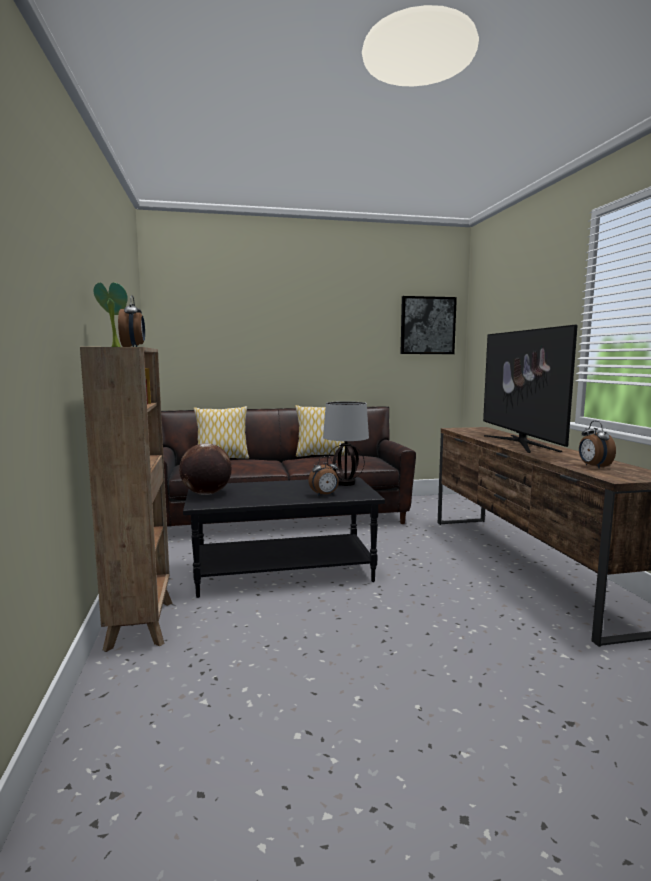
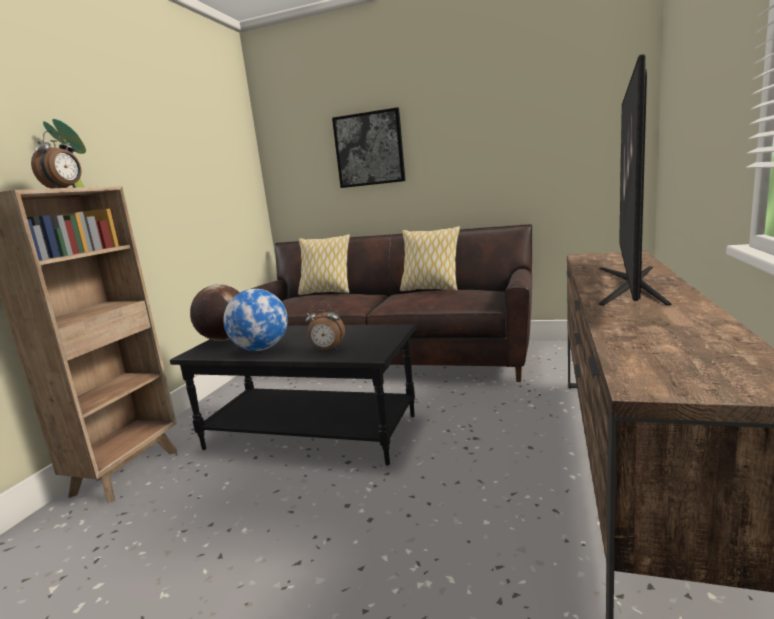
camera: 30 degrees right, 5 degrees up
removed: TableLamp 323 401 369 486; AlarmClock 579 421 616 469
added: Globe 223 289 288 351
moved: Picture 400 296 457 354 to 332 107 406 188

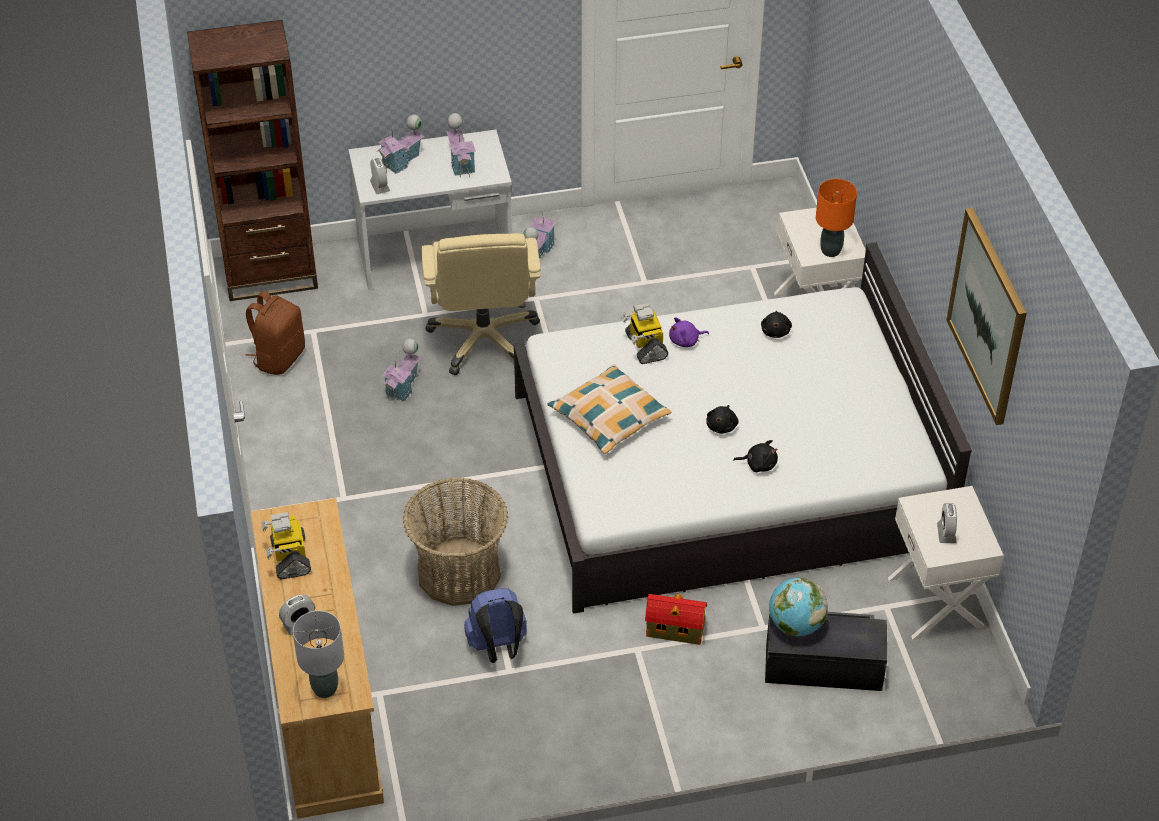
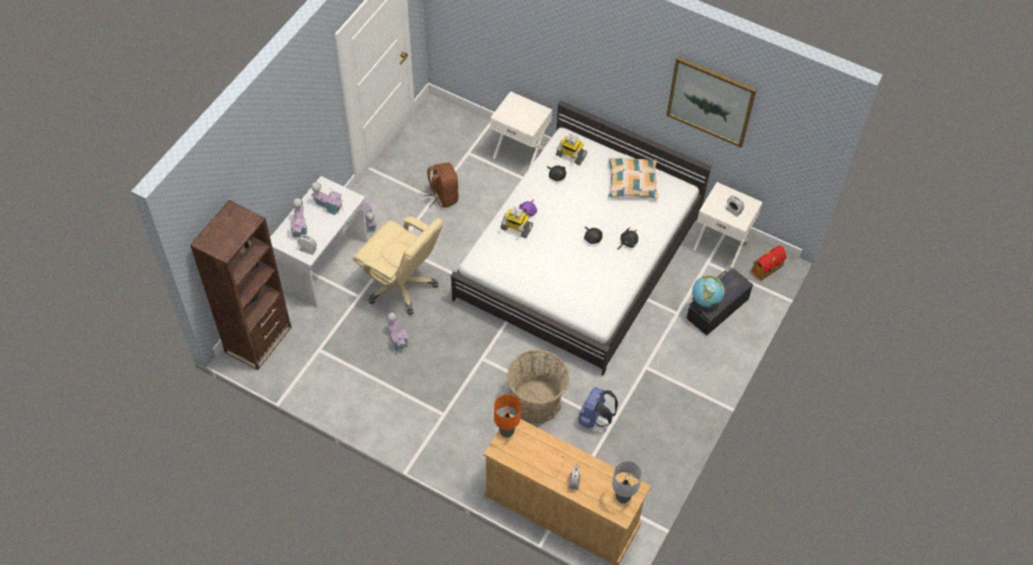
camera: 50 degrees left, 10 degrees up
moved: OrangeTableLamp 816 179 857 257 to 494 394 521 438; BrownBackpack 245 291 305 375 to 424 162 459 207; Pillow 547 364 671 454 to 608 158 658 199; ToyRobot 261 512 311 579 to 556 134 587 165; ToyHouse 645 594 707 645 to 751 246 786 281

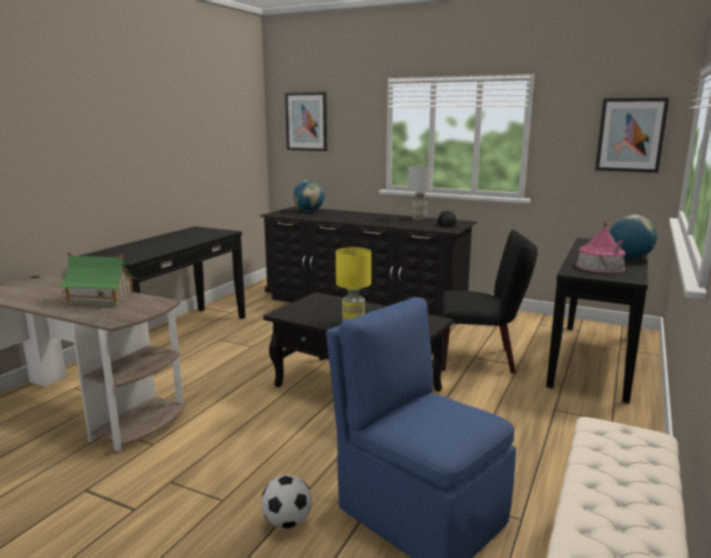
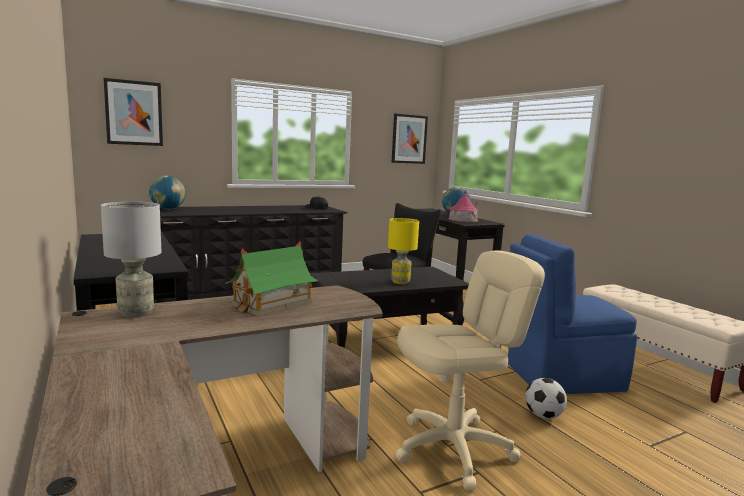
camera: 55 degrees left, 5 degrees down
added: BeigeOfficeChair 395 250 545 490
moved: GreyTableLamp 408 167 433 220 to 101 202 161 317

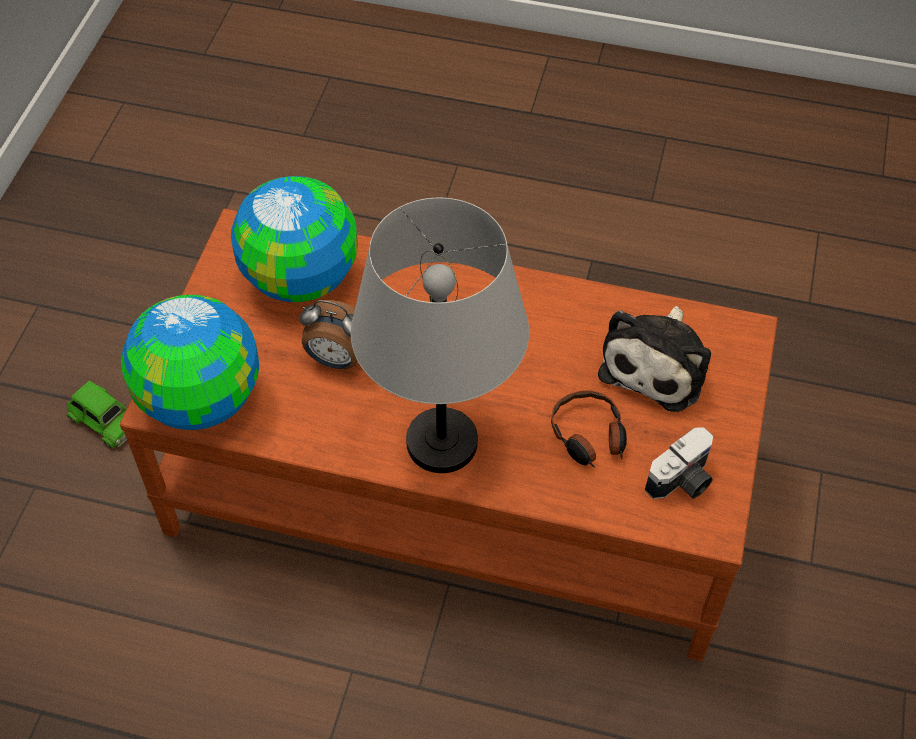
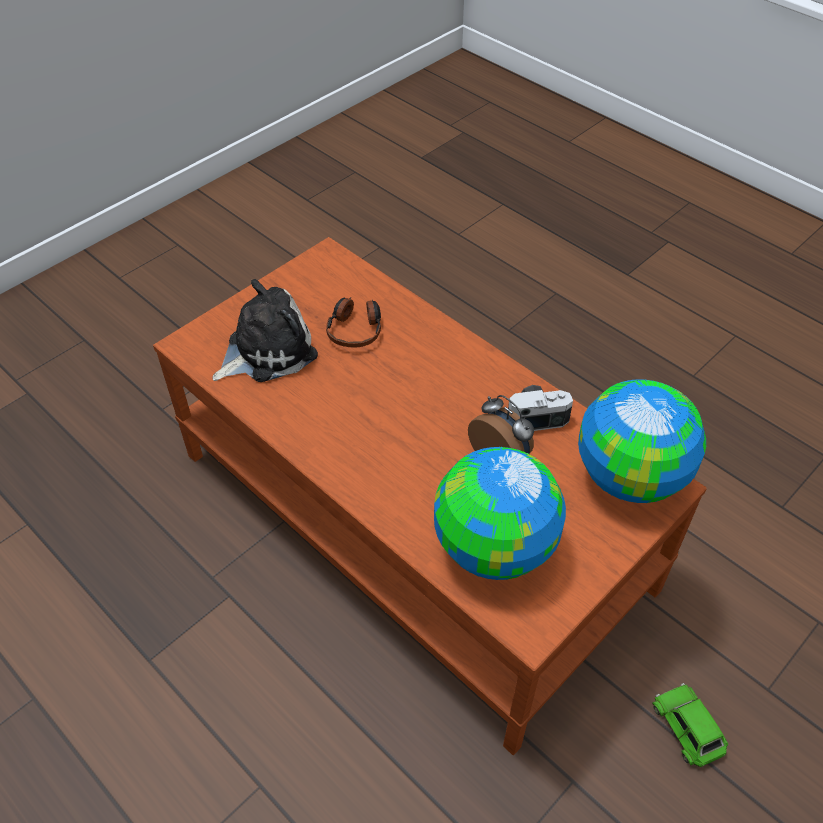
camera: 150 degrees left, 5 degrees down
removed: GreyTableLamp 351 198 529 473
moved: PhotoCamera 644 427 713 499 to 508 385 573 431

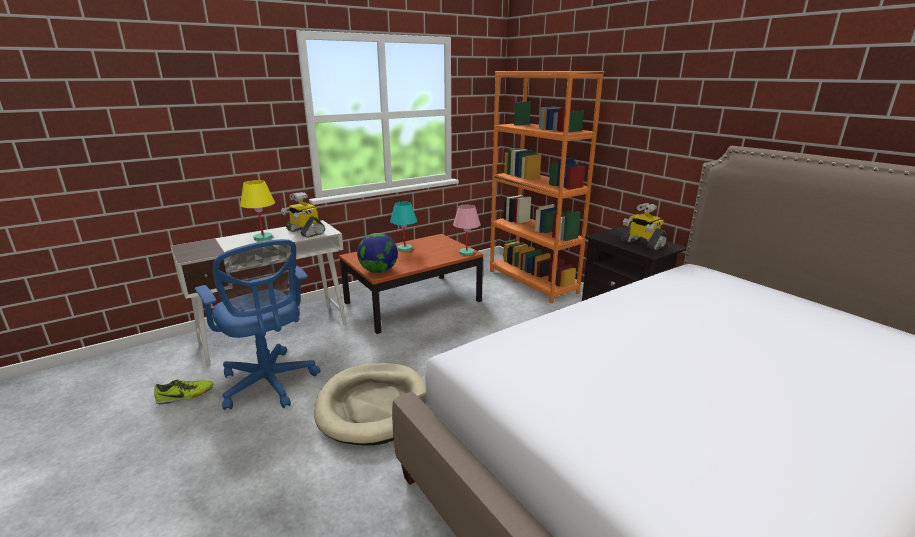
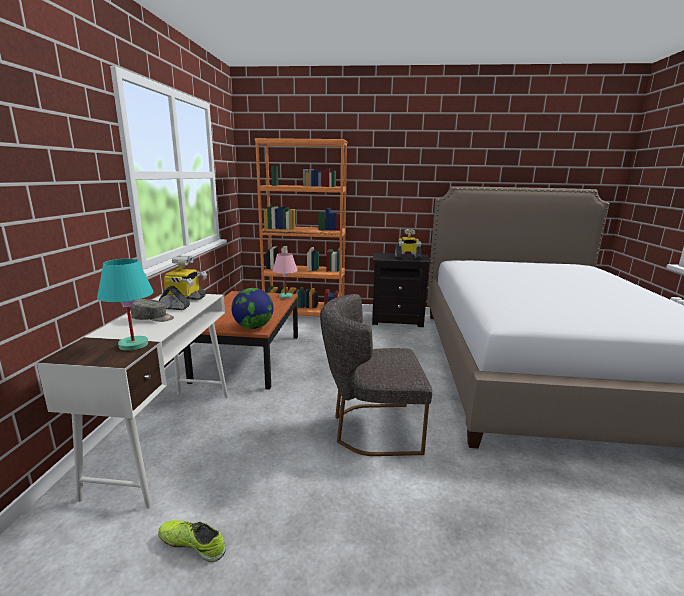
camera: 50 degrees left, 5 degrees down
removed: BlueOfficeChair 195 239 321 410
moved: TurquoiseTableLamp 390 202 417 252 to 97 259 153 351
replaced: YellowTableLamp 240 180 275 241 to GreyCap 131 299 174 322; BeigeDogBed 314 363 425 445 to GreyChair 320 294 432 456
turned: ToyRobot 281 192 325 238 = 159 256 207 310 75 degrees counterclockwise; Shoe 154 379 213 404 = 158 520 226 562 90 degrees counterclockwise

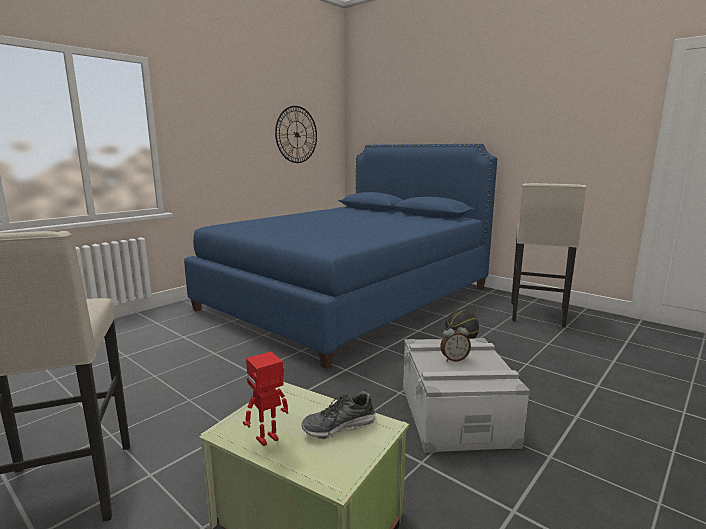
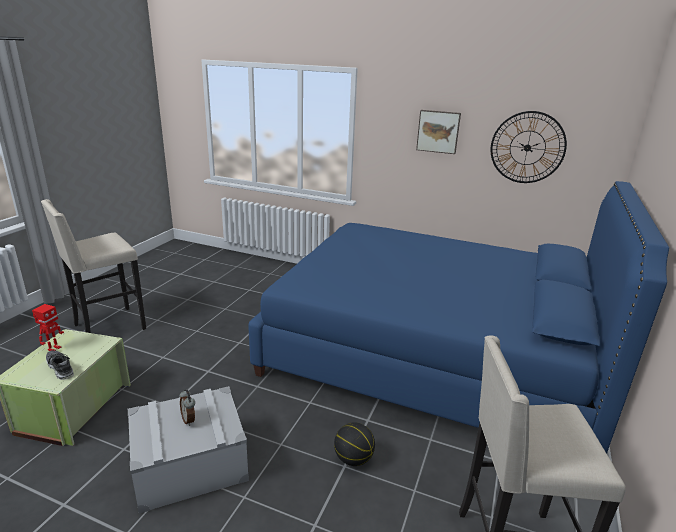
camera: 70 degrees right, 10 degrees up
added: Picture 416 110 461 154
turned: ToyRobot 243 352 288 446 = 32 304 64 351 75 degrees clockwise

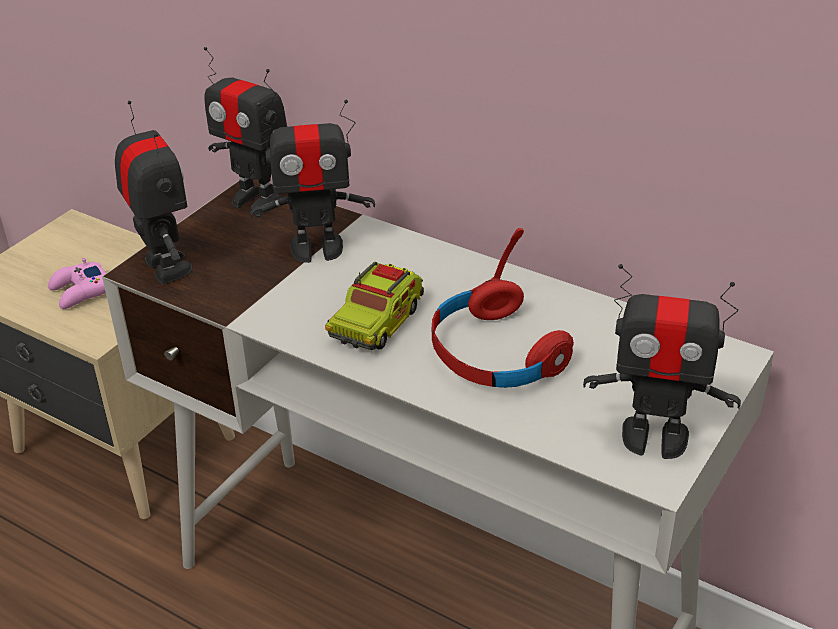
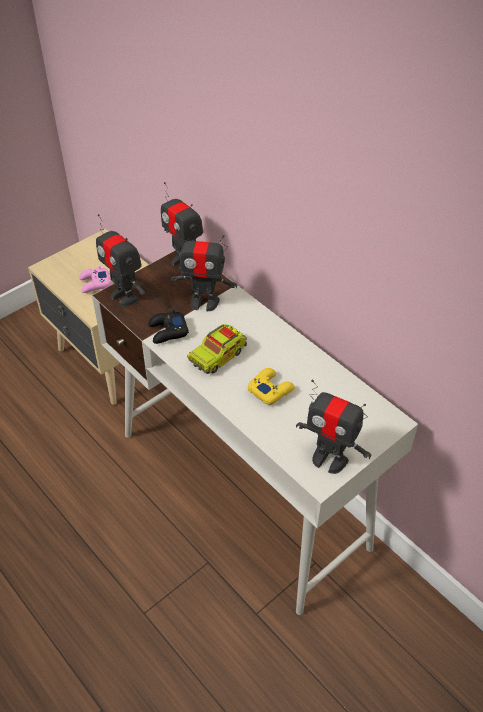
camera: 15 degrees right, 10 degrees up
added: BlackGameController 149 310 189 344
replaced: RedHeadphones 432 228 574 388 to YellowGameController 248 368 295 405
turned: ToyRobot 115 100 192 284 = 96 214 145 307 150 degrees clockwise

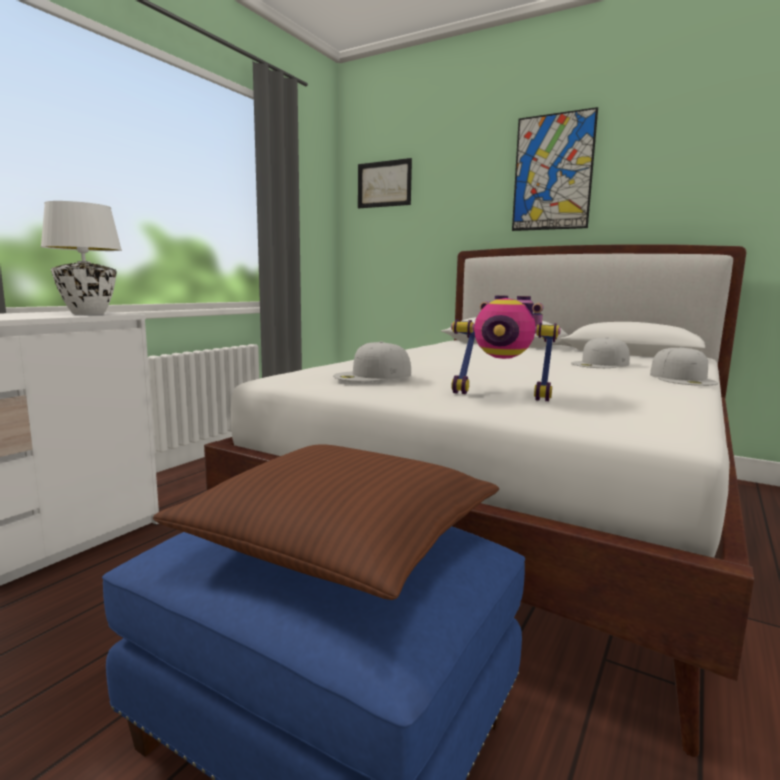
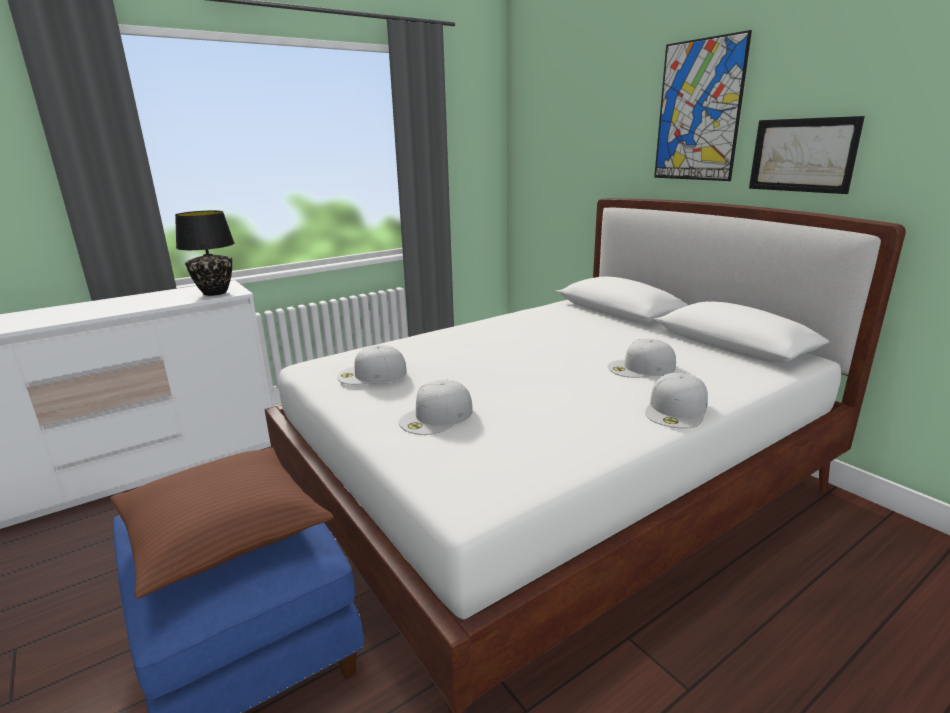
camera: 25 degrees right, 10 degrees up
moved: Picture 358 158 412 208 to 749 116 865 194
replaced: ToyRobot 451 295 561 401 to WhiteCap 399 380 473 435
recoloured: WhiteTableLamp 40 201 122 315 to BlackTableLamp 175 210 235 296

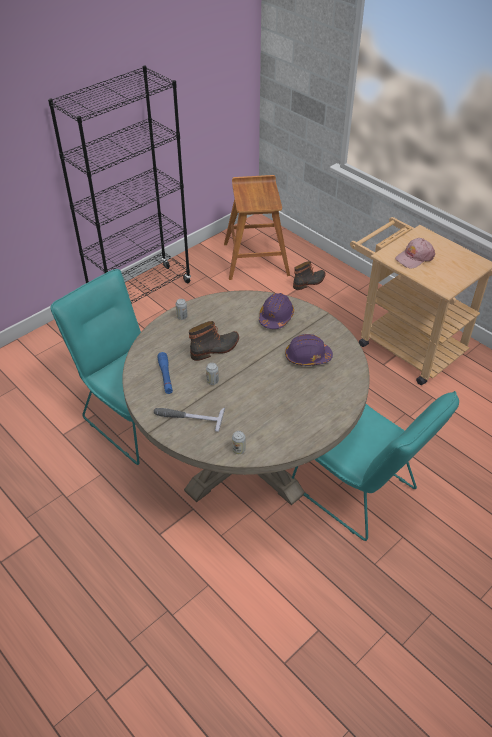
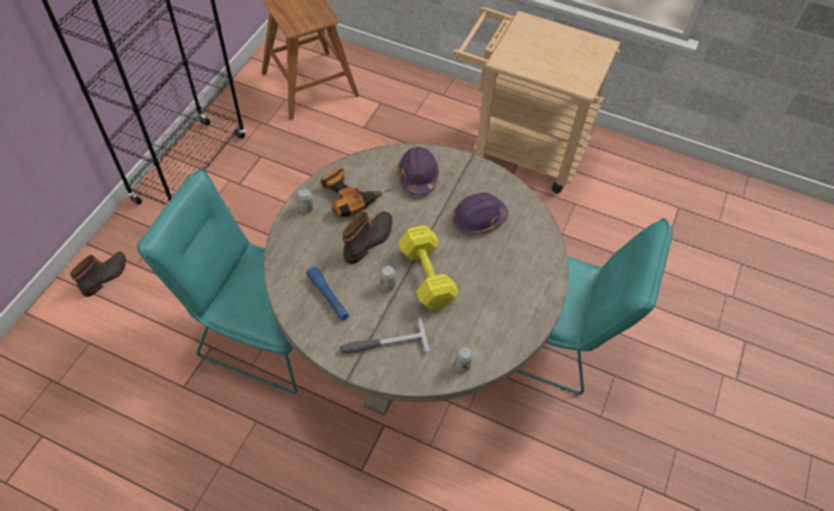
camera: 25 degrees left, 10 degrees up
removed: PinkCap 395 238 435 268
added: PowerDrill 321 167 391 218; YellowDumbbell 398 225 459 310
moved: Boot 293 261 326 290 to 70 252 126 297

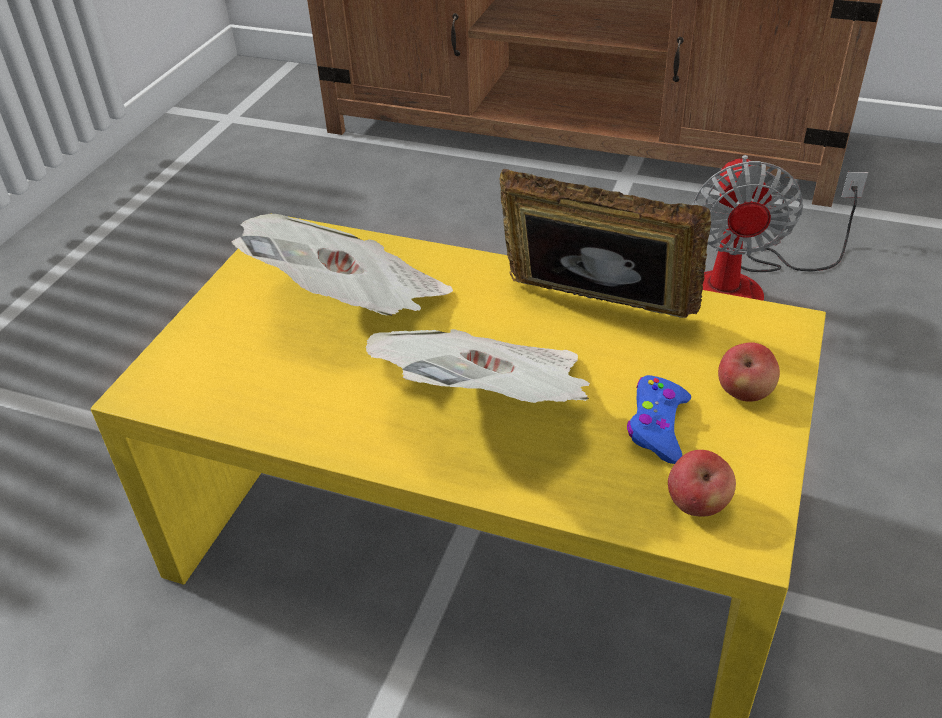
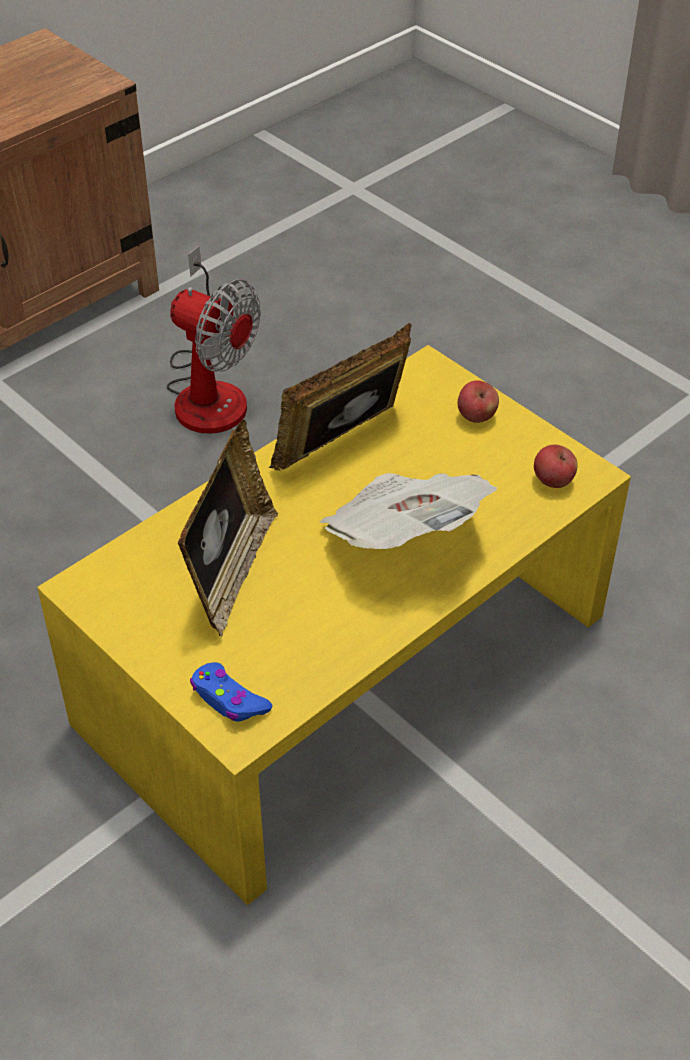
camera: 65 degrees left, 5 degrees up
moved: BlueGameController 627 375 691 464 to 190 662 272 722
replaced: Newspaper 231 214 453 316 to PictureFrame 178 420 278 636

